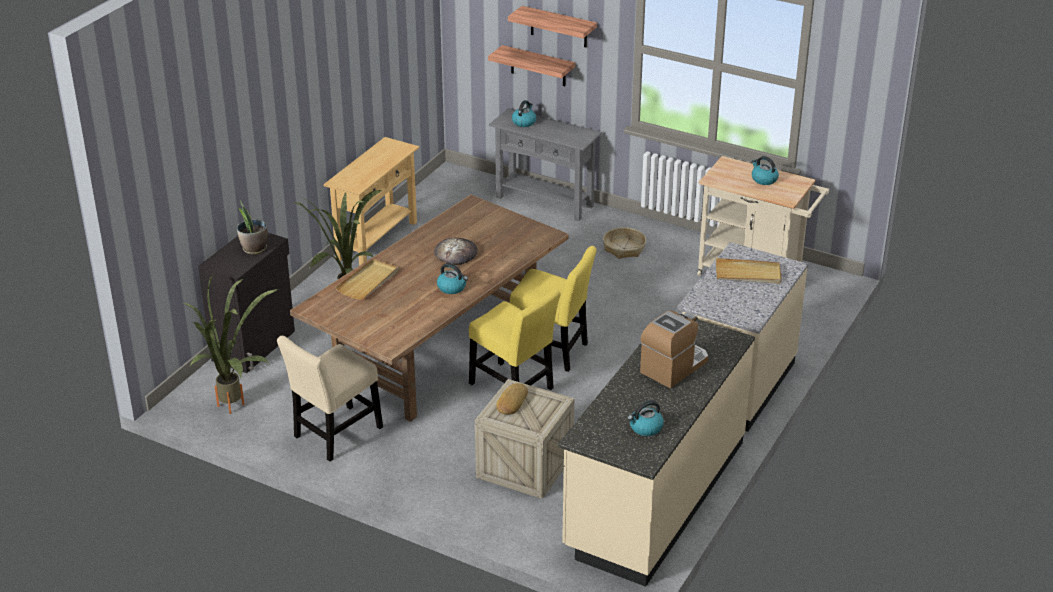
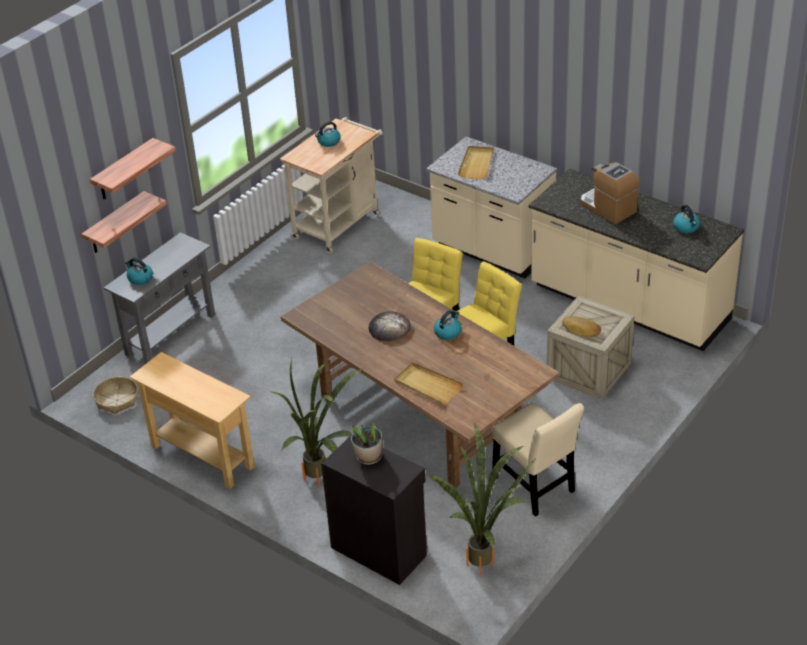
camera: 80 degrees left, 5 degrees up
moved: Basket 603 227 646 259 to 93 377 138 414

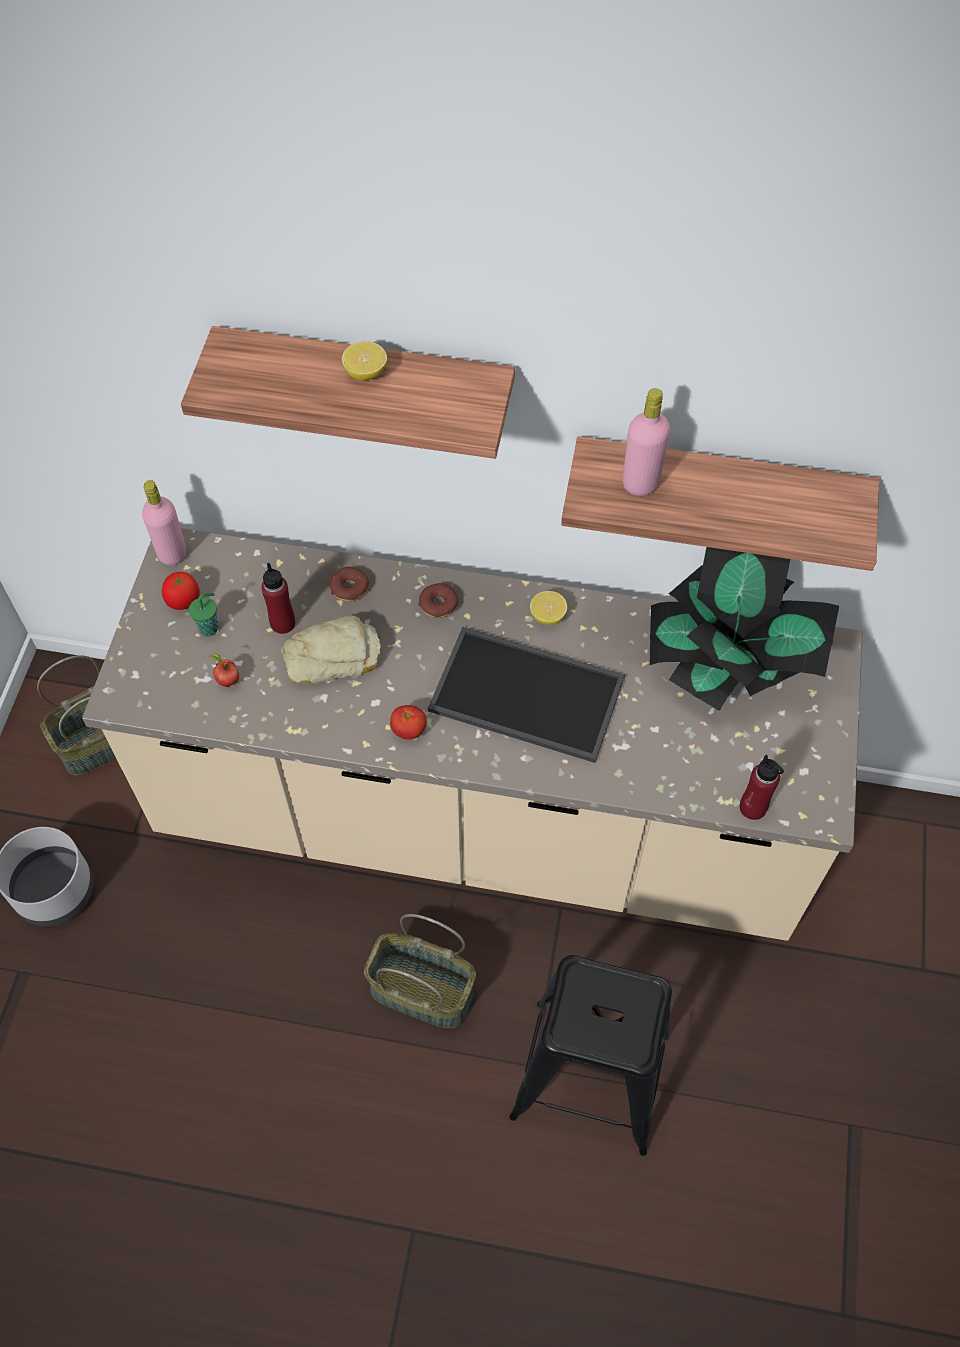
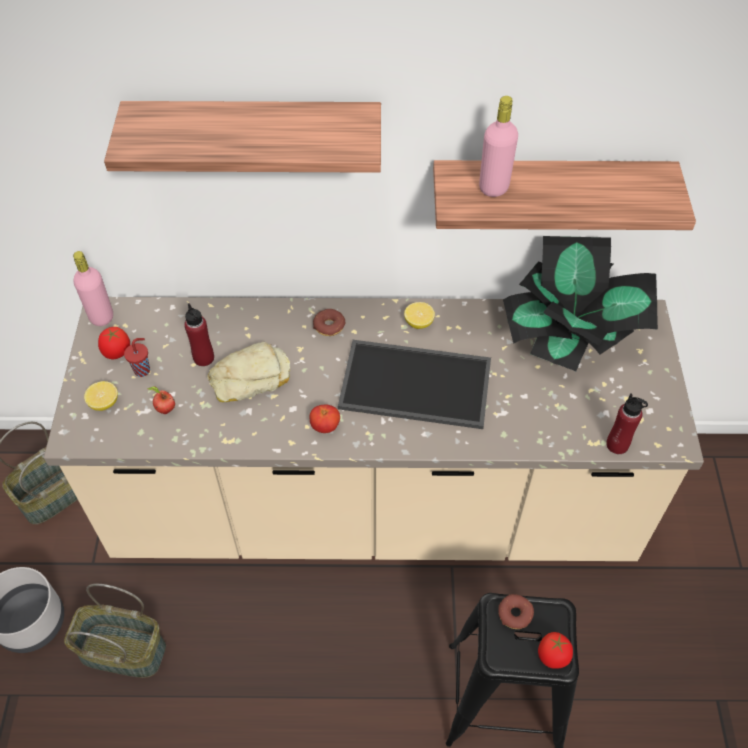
camera: 10 degrees left, 5 degrees down
added: Tomato 538 632 573 669
moved: Lemon 342 341 387 381 to 84 381 118 411; Donut 330 567 369 601 to 498 594 534 629; Basket 364 914 476 1029 to 64 584 166 678
recoloured: GreenCup 189 593 218 636 to RedCup 124 338 150 377

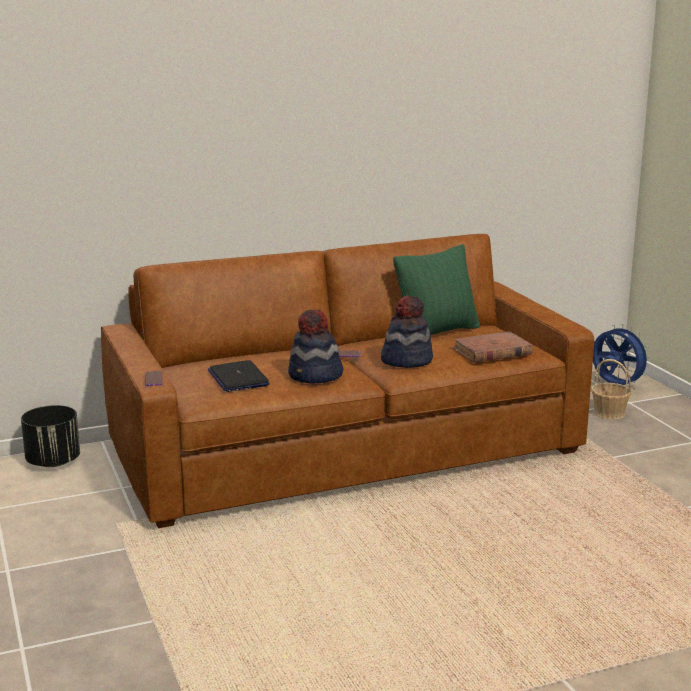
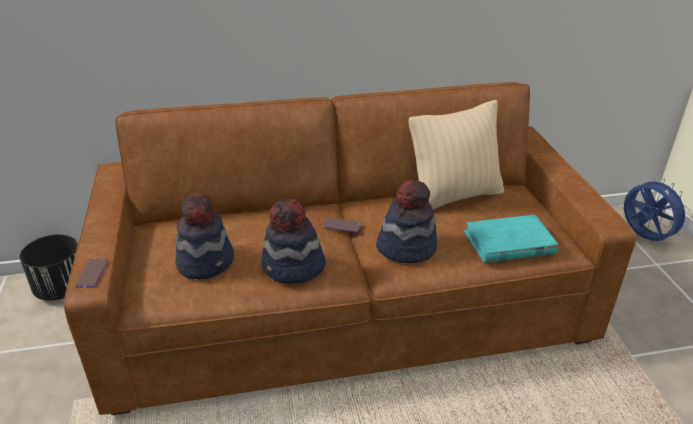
camera: 10 degrees right, 15 degrees up
removed: Basket 591 359 631 420
replaced: Laptop 208 360 270 392 to Hat 175 193 234 279
recoloured: GreenPillow 393 244 480 335 to BeigePillow 409 100 504 210; BrownBook 452 331 533 363 to TurquoiseBook 464 214 558 263

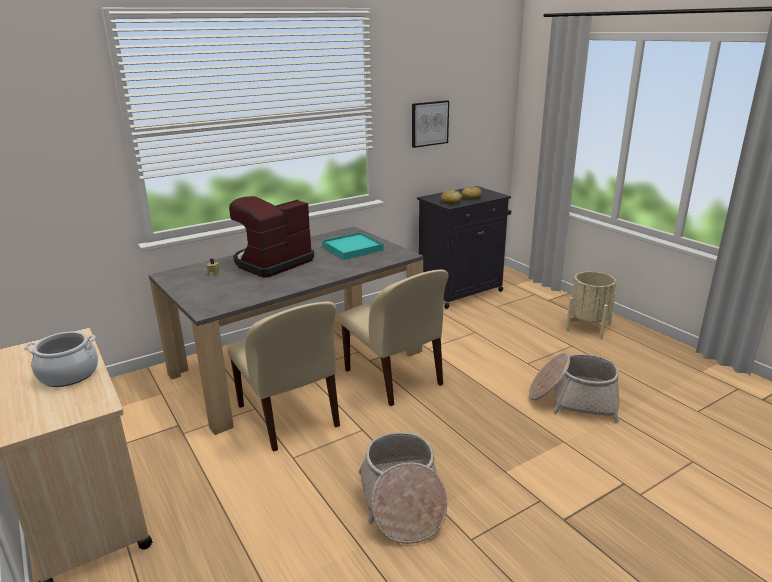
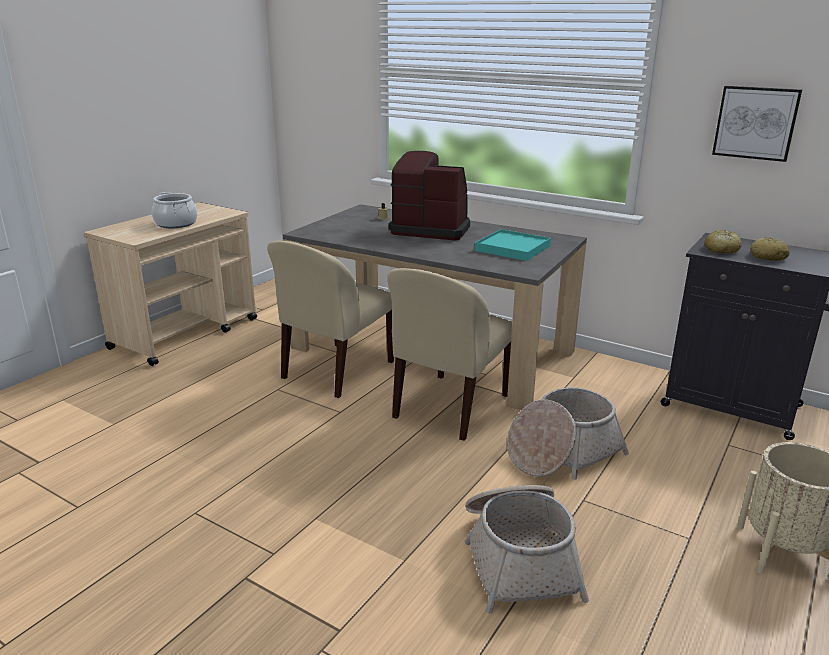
camera: 65 degrees right, 0 degrees up
moved: Basket 359 432 447 544 to 507 387 629 480

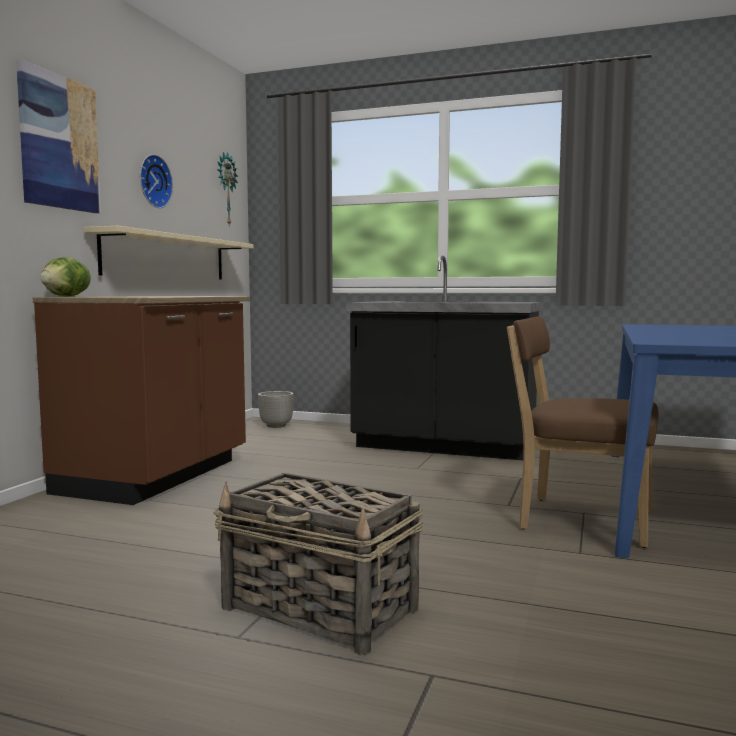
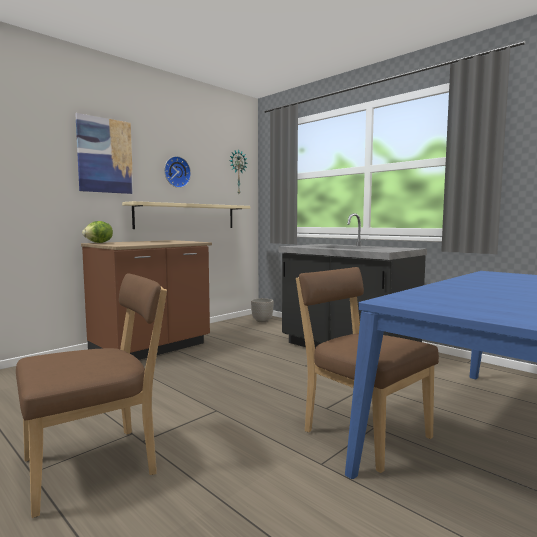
camera: 25 degrees right, 0 degrees up
replaced: Basket 213 473 423 656 to BrownChair 16 273 167 518

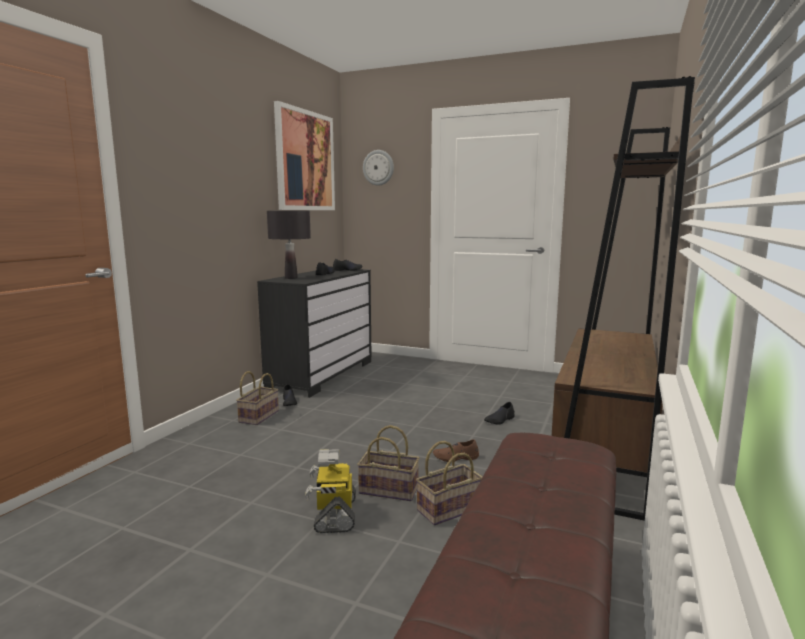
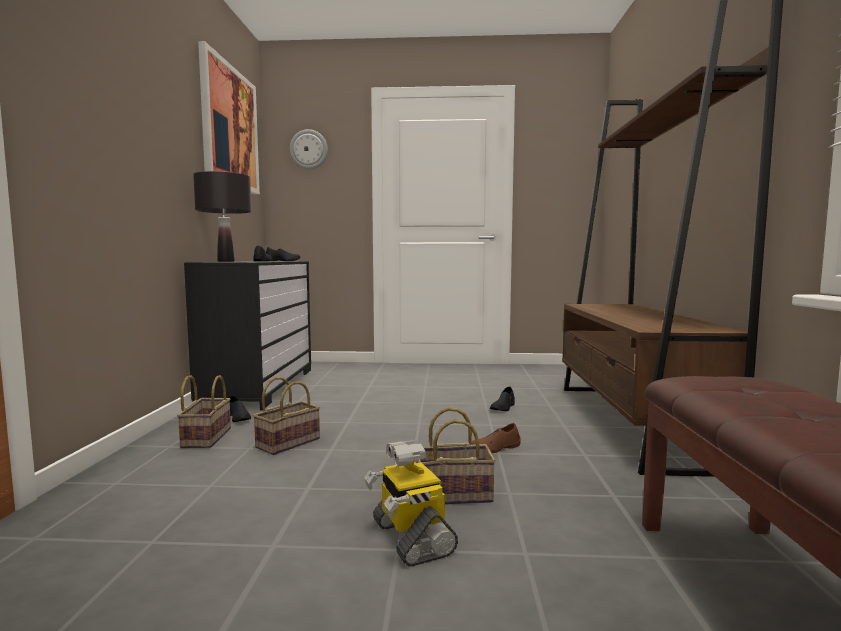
camera: 20 degrees left, 5 degrees down
moved: Basket 416 441 483 526 to 253 377 320 455

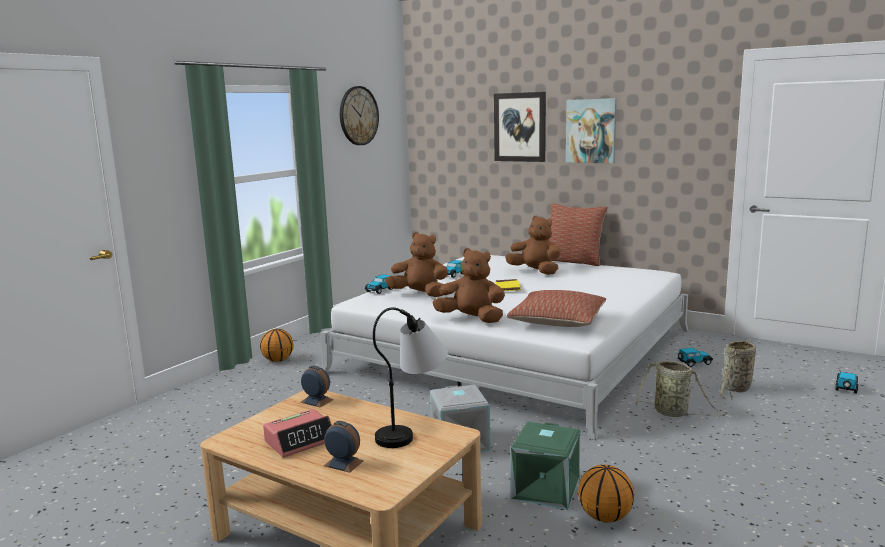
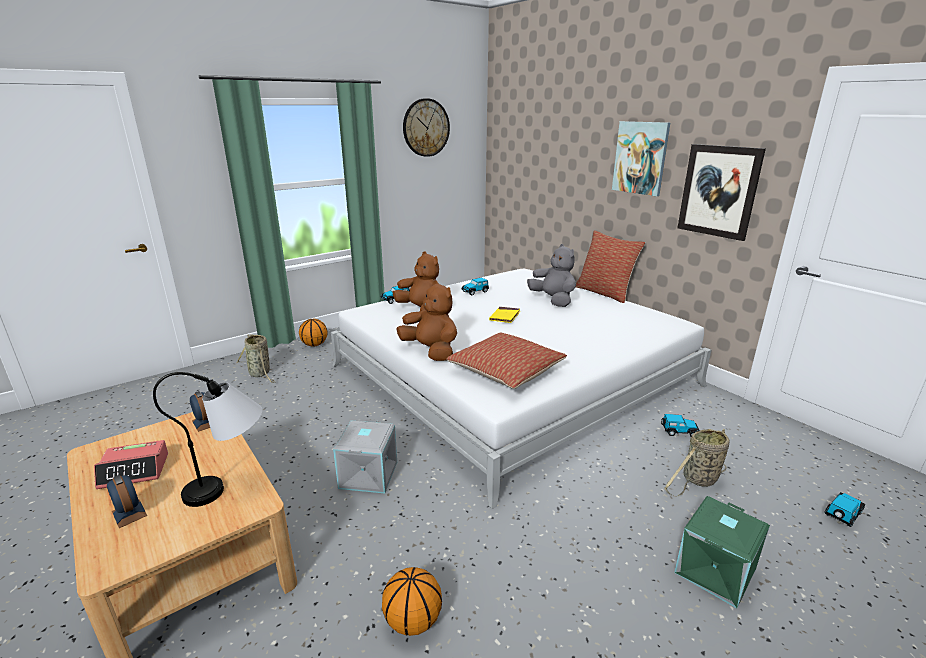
camera: 20 degrees right, 10 degrees up
moved: Picture 494 92 546 162 to 677 144 766 241; Basket 635 361 725 417 to 237 334 276 383; GreenStorageBox 511 422 580 510 to 674 496 770 608
recoloured: BrownPlushToy 505 215 561 275 to GreyPlushToy 527 244 576 307

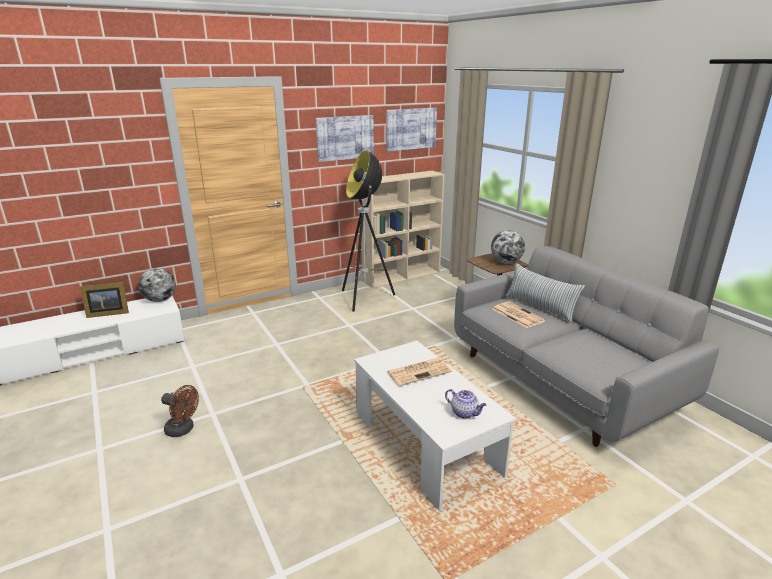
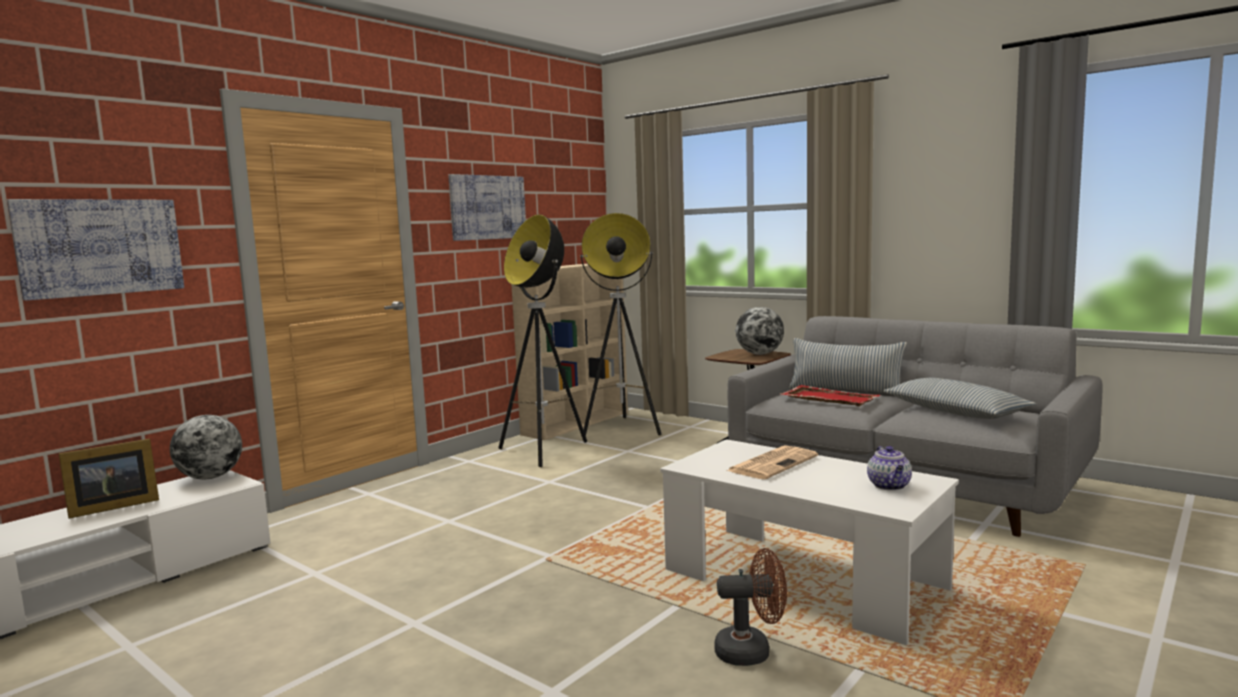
camera: 20 degrees left, 15 degrees down
added: FloorLamp 580 213 661 436; Pillow 883 378 1036 419
moved: Picture 386 108 437 151 to 7 199 184 301; BrownFan 161 385 199 437 to 714 548 787 666
replaced: Newspaper 492 301 546 328 to RedTray 780 385 880 406
turned: Teapot 445 389 486 419 = 867 446 912 491 75 degrees clockwise

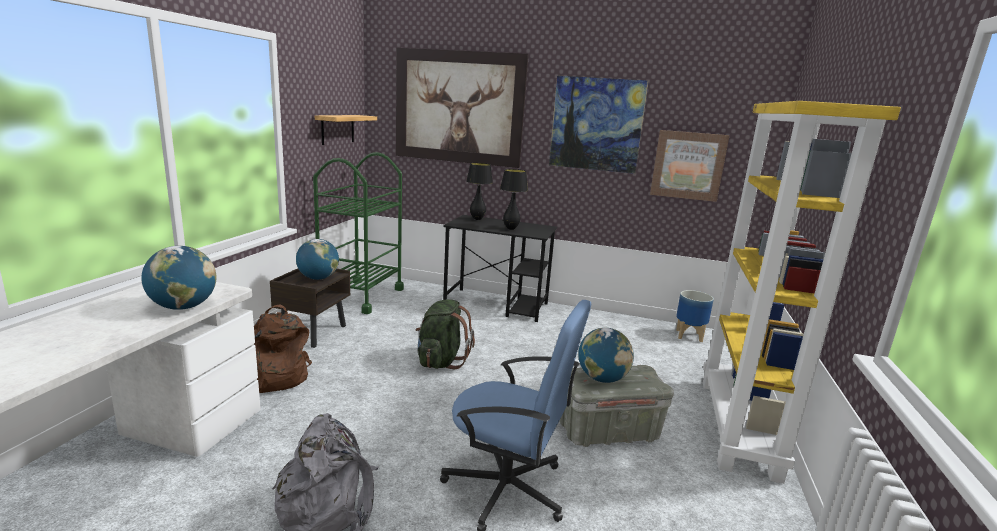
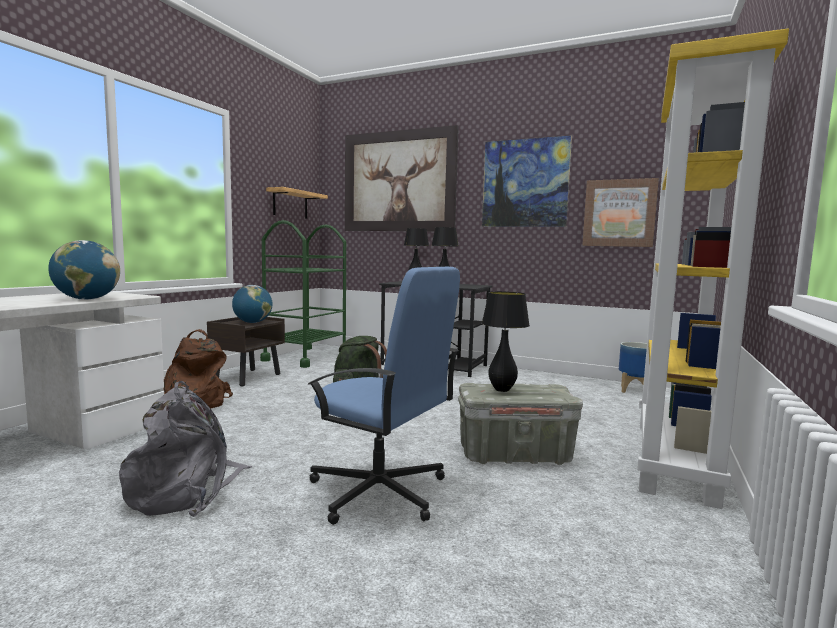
camera: 10 degrees right, 10 degrees down
replaced: Globe 578 328 634 383 to BlackTableLamp 482 291 530 392

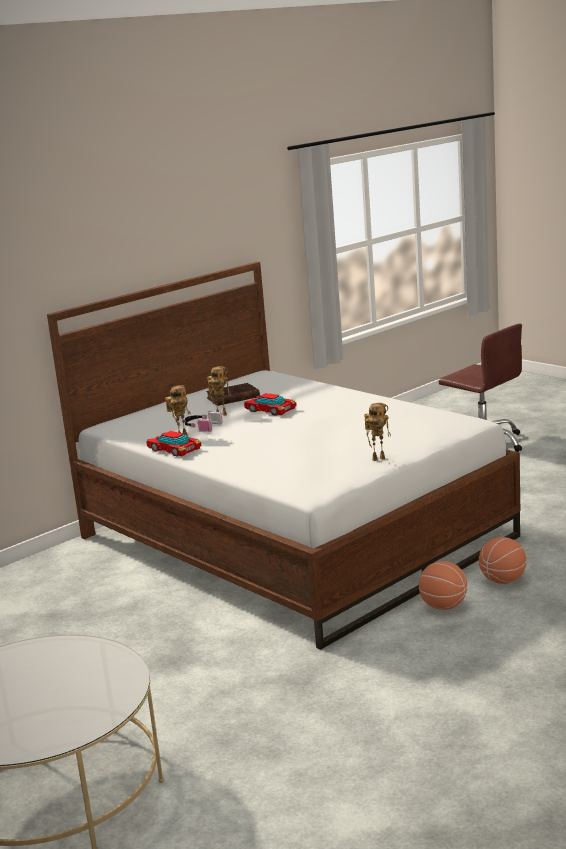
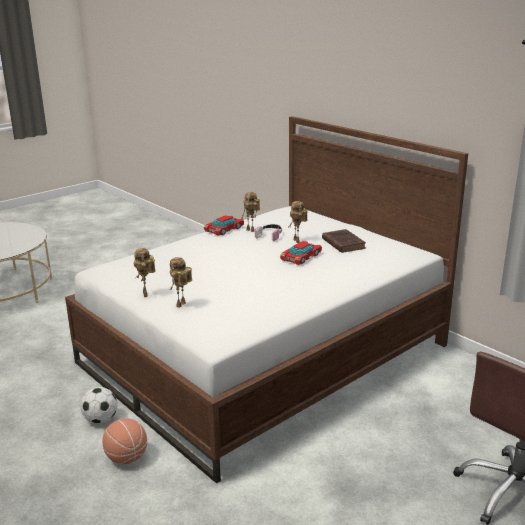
camera: 90 degrees right, 5 degrees up
added: ToyRobot 170 257 192 308
replaced: Basketball 419 561 467 610 to Football 81 387 117 424

